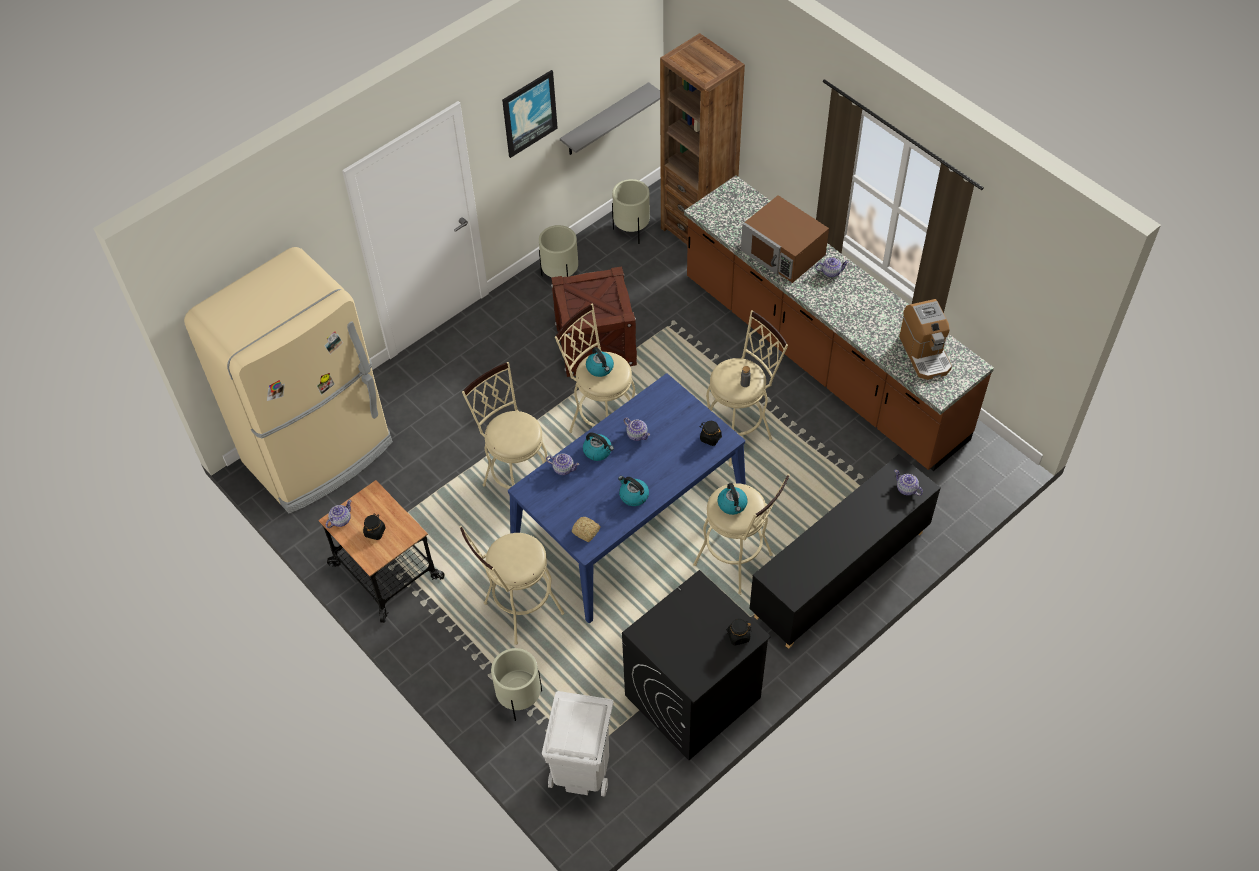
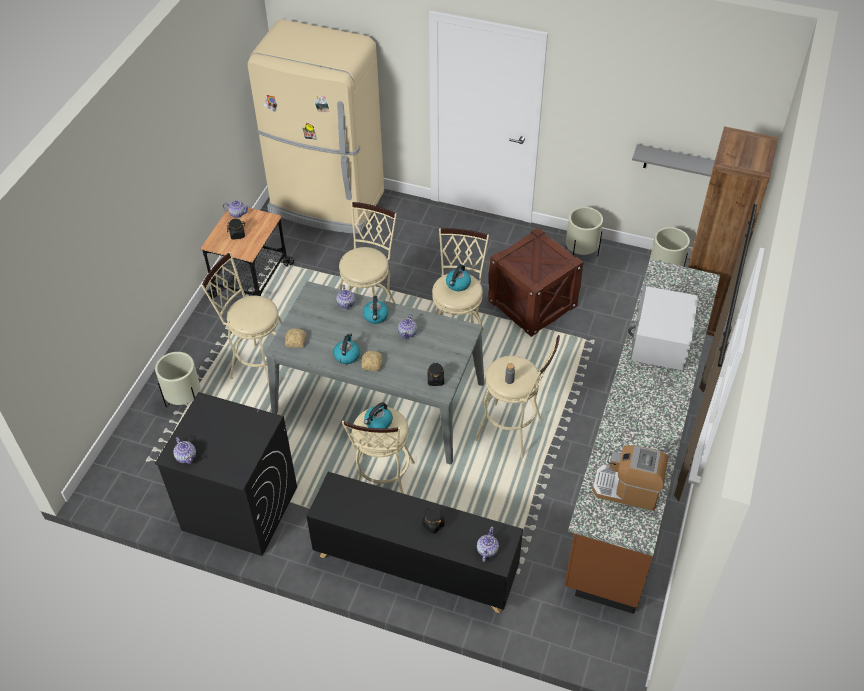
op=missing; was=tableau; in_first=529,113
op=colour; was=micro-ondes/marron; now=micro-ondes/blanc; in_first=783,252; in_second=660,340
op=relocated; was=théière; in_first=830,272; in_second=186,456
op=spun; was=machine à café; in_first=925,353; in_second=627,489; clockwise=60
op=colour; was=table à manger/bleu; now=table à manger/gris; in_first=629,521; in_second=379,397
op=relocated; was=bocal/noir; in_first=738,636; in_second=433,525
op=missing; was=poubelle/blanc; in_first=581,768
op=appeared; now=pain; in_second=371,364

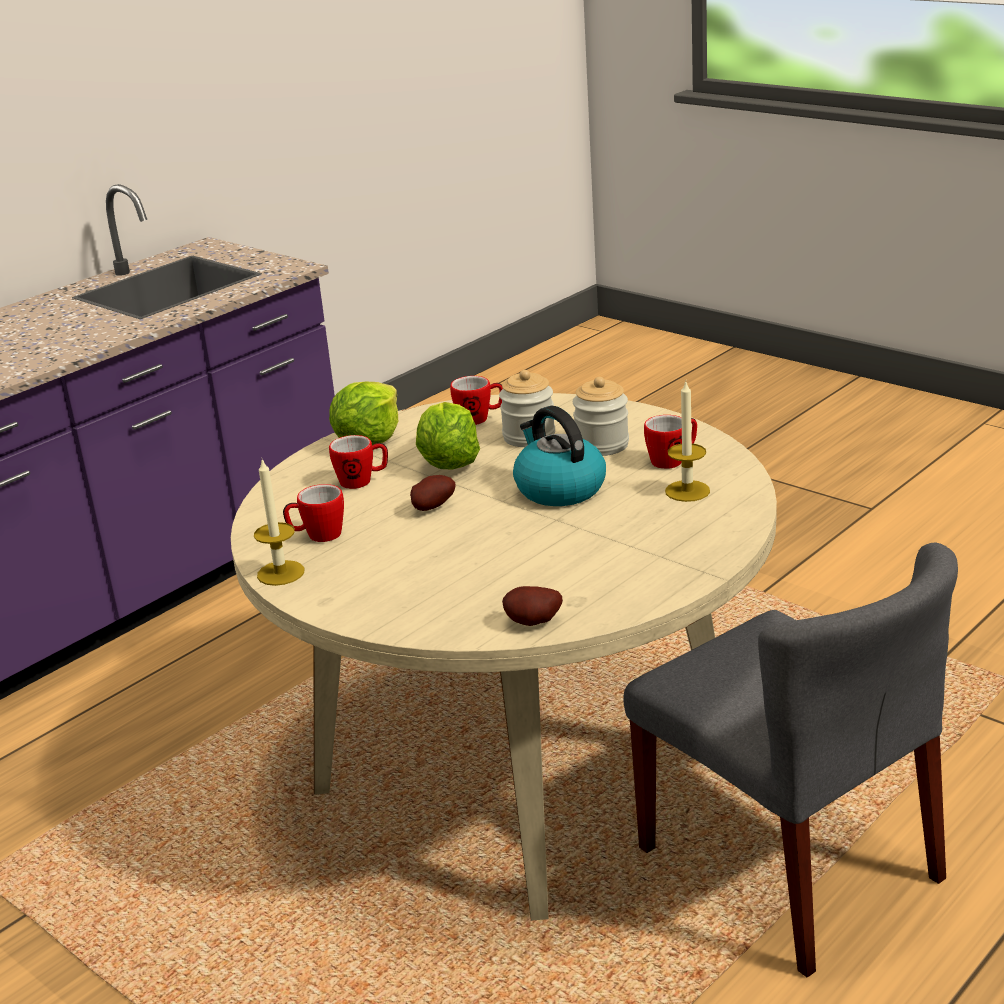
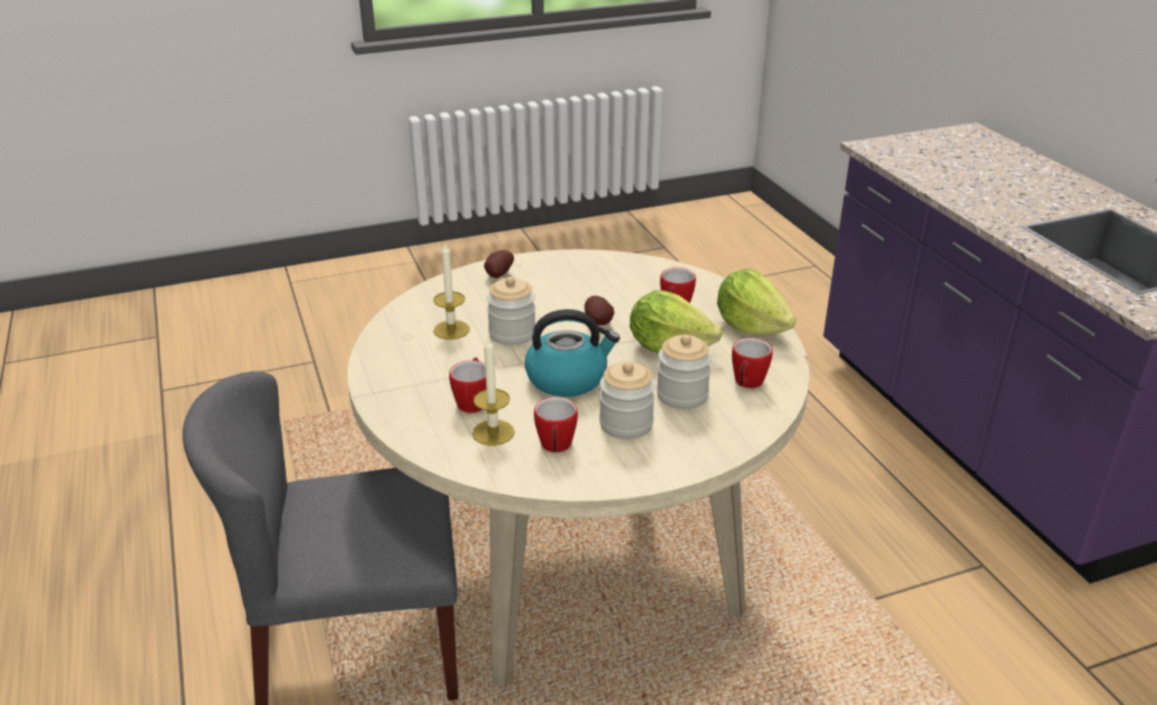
op=relocated; was=bougie; in_first=280,573; in_second=451,330
op=relocated; was=mug; in_first=317,536; in_second=473,400
op=relocated; was=pomme de terre; in_first=533,623; in_second=497,275
op=appeared; now=bocal; in_second=512,334

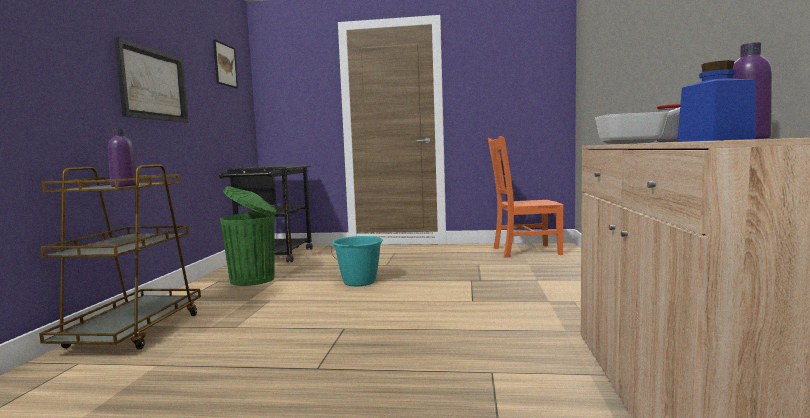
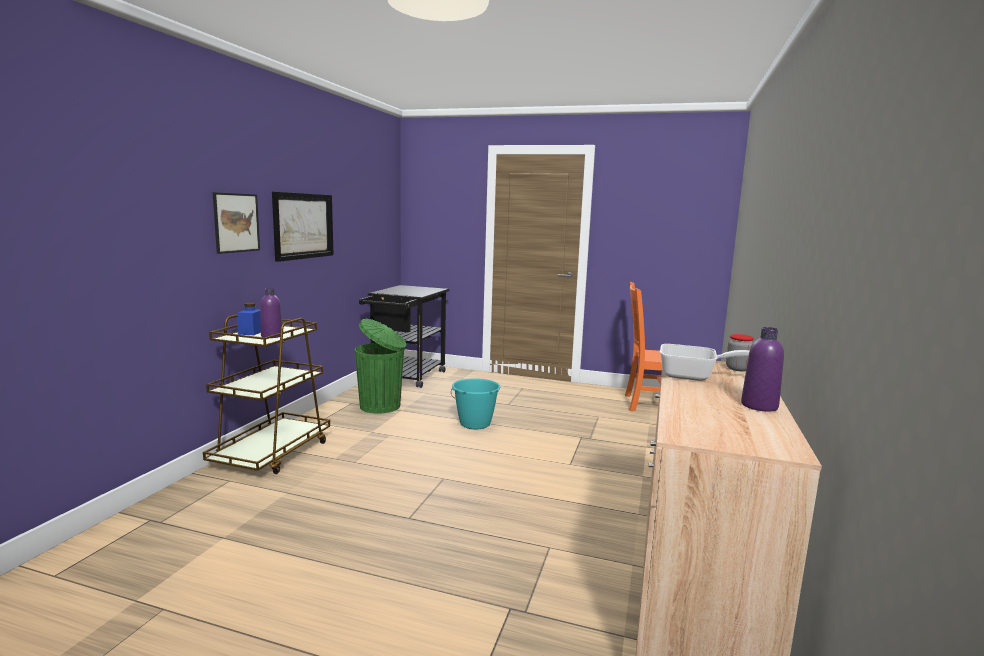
op=relocated; was=tableau; in_first=225,65; in_second=236,222
op=relocated; was=bocal/bleu; in_first=714,140; in_second=251,332

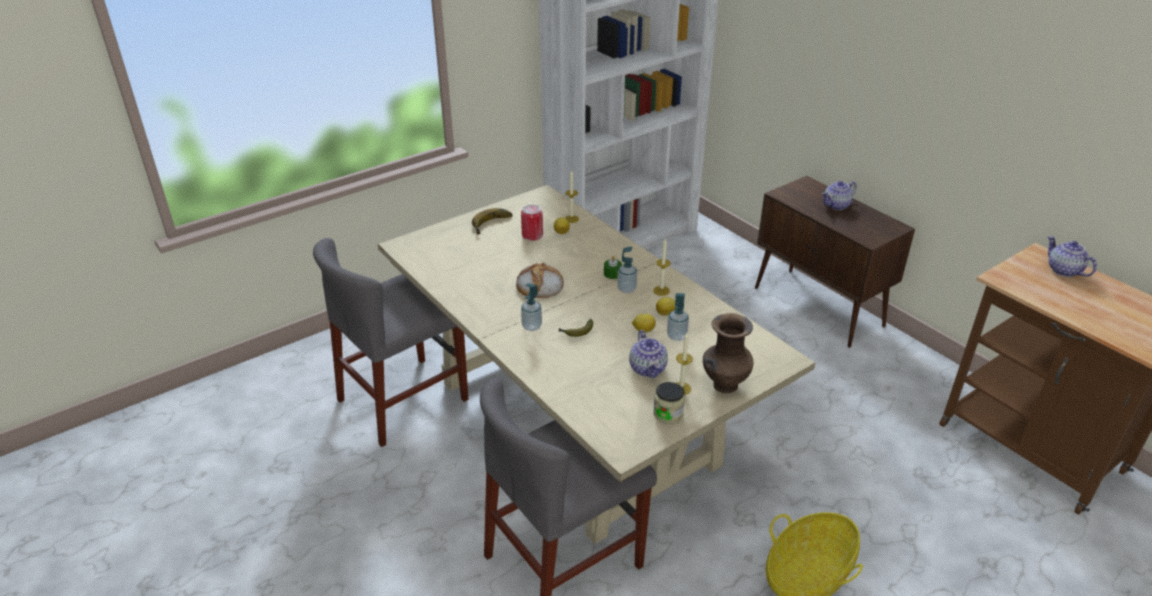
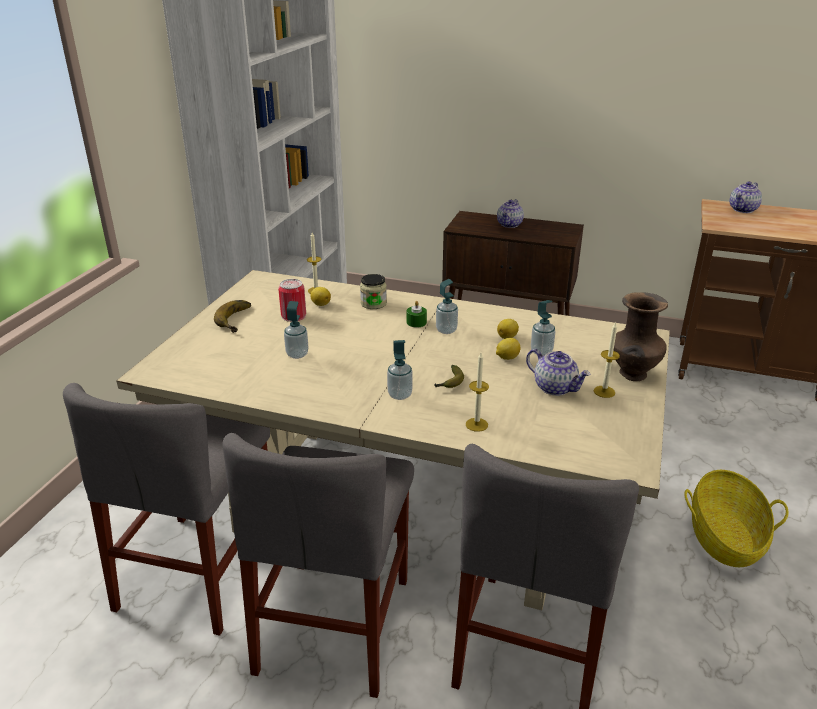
op=spun; was=théière; in_first=1063,270; in_second=743,210; clockwise=-75
op=relocated; was=bougie; in_first=661,291; in_second=476,424
op=missing; was=pain; in_first=539,285
op=relocated; was=bocal; in_first=668,414; in_second=373,303
op=appeared; now=distributeur de savon; in_second=297,354
op=appeared; now=chaise/gris; in_second=334,624

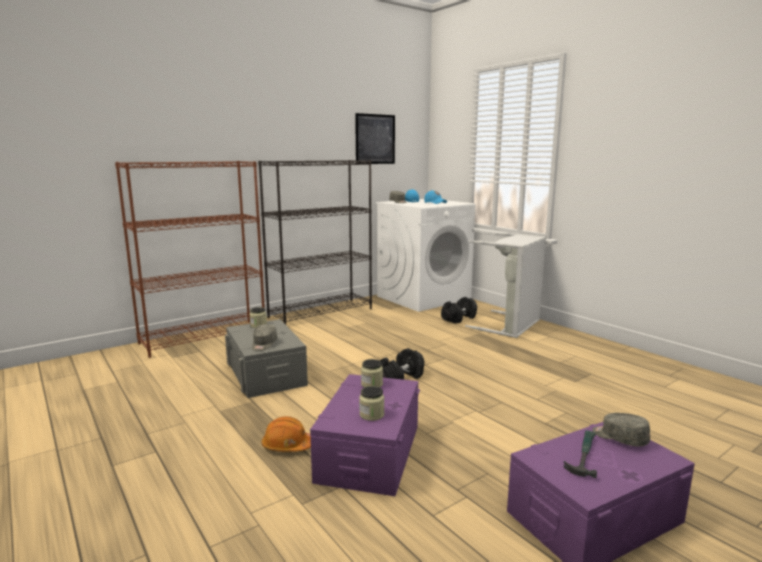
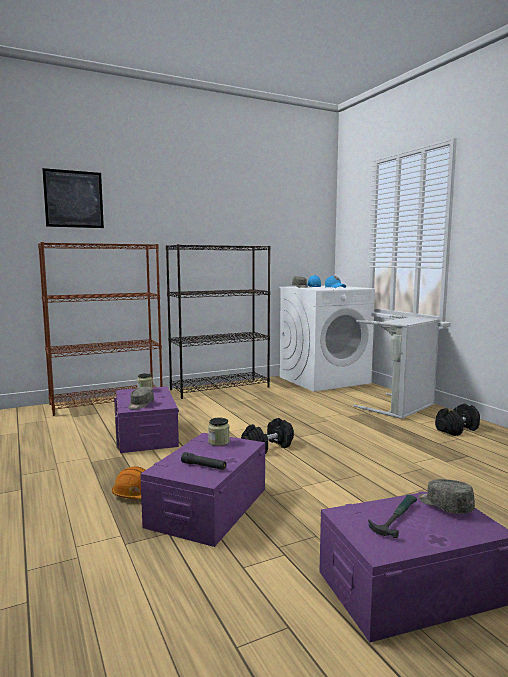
op=relocated; was=tableau; in_first=375,139; in_second=74,199
op=relocated; was=haltère/noir; in_first=459,318; in_second=457,430
op=colour; was=boîte de rangement/gris; now=boîte de rangement/violet; in_first=266,374; in_second=146,434
op=exchanged; was=bocal; now=lampe de poche/noir; in_first=372,414; in_second=204,466

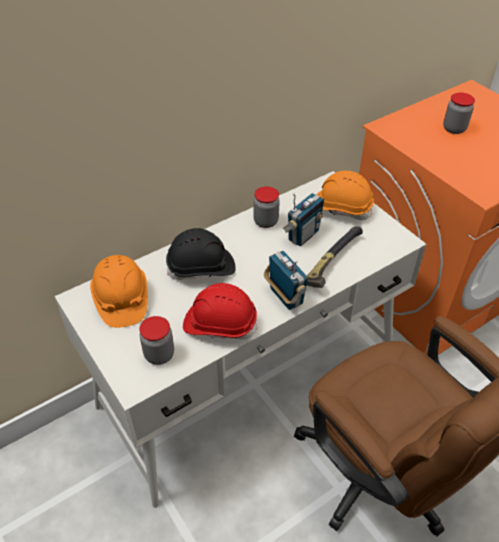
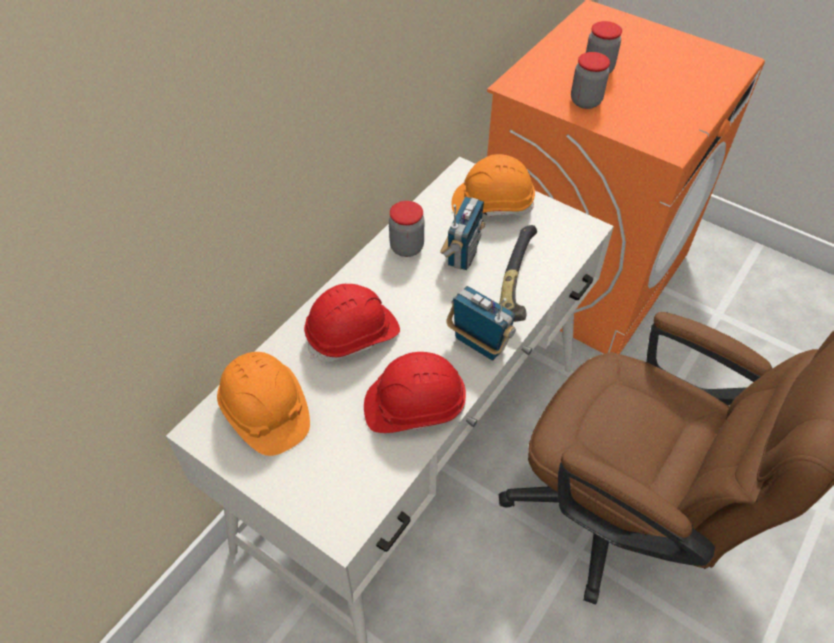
op=colour; was=casque de chantier/noir; now=casque de chantier/rouge; in_first=201,268; in_second=353,335
op=relocated; was=bocal; in_first=159,354; in_second=585,101

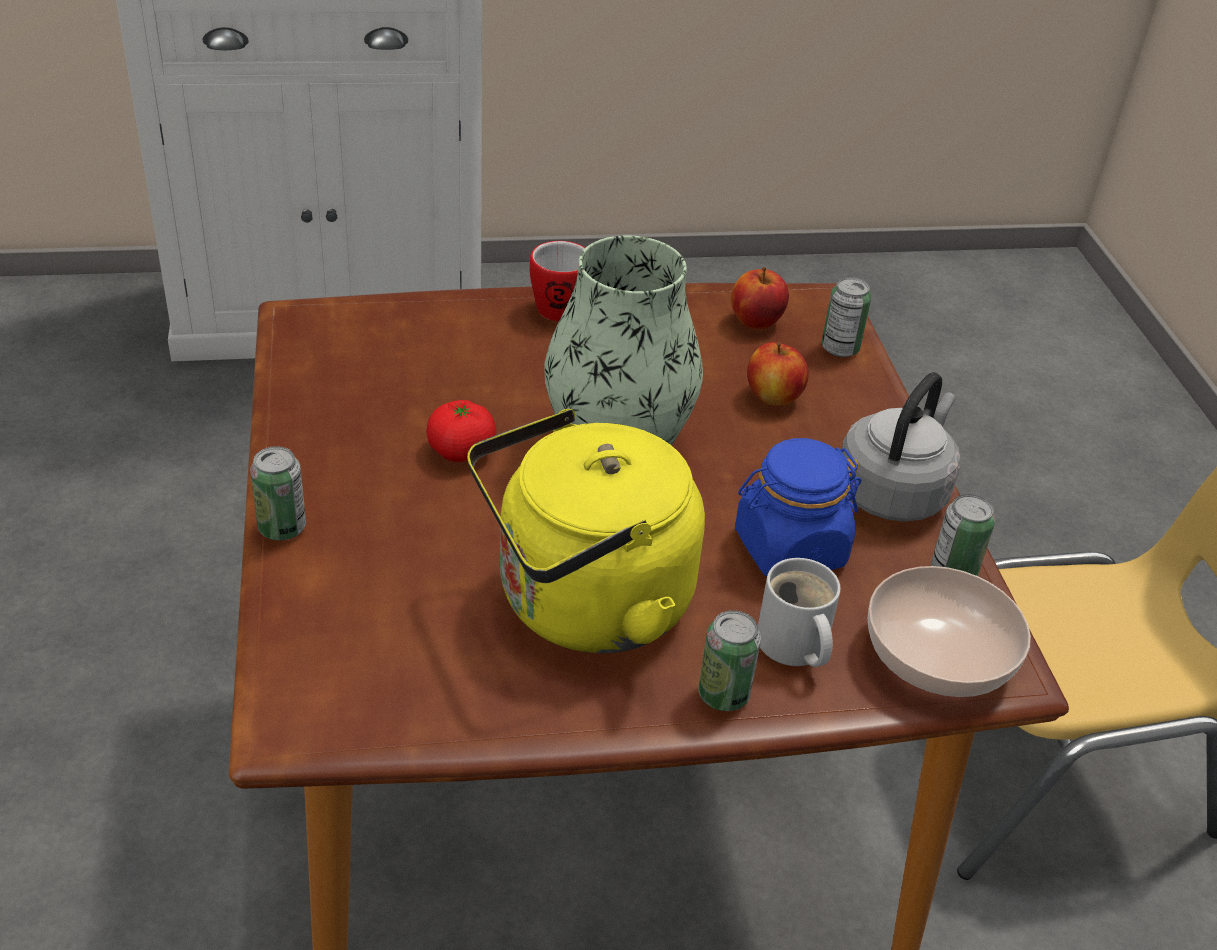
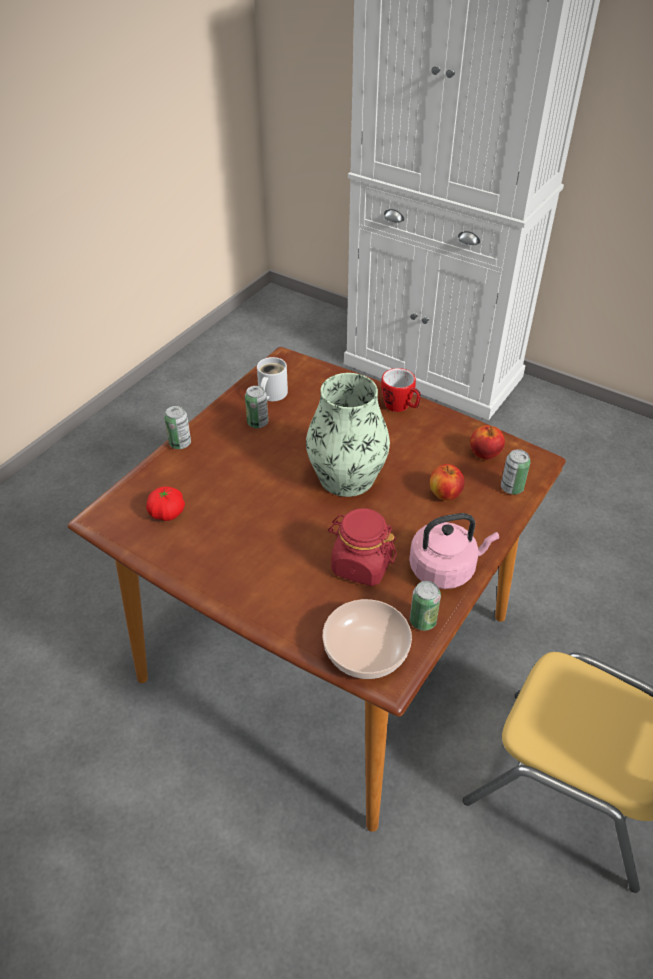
op=colour; was=bouilloire/gris; now=bouilloire/rose; in_first=894,492; in_second=445,569
op=relocated; was=tomate; in_first=461,450; in_second=167,513
op=missing; was=bouilloire/jaune; in_first=583,605
op=colour; was=bocal/bleu; now=bocal/rouge; in_first=789,549; in_second=361,565
op=relocated; was=mug/blanc; in_first=792,646; in_second=270,394
op=relocated; was=boîte métallique; in_first=723,695; in_second=257,423

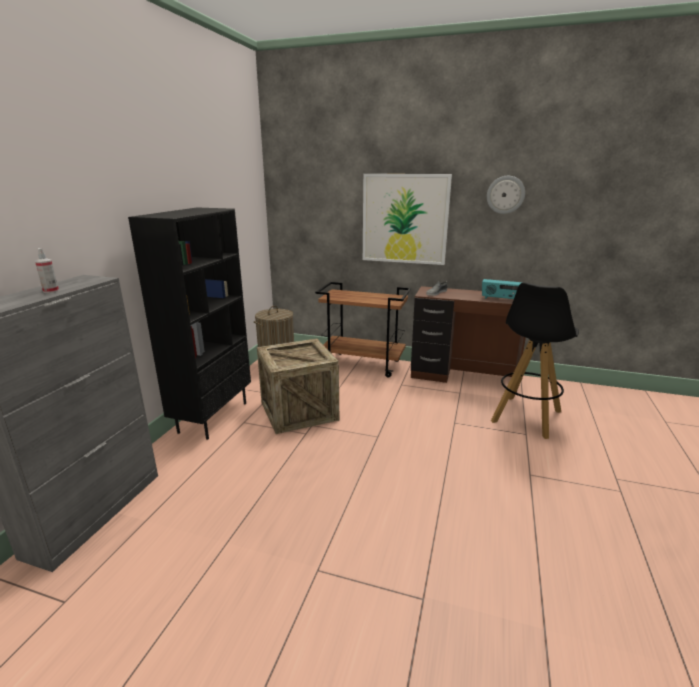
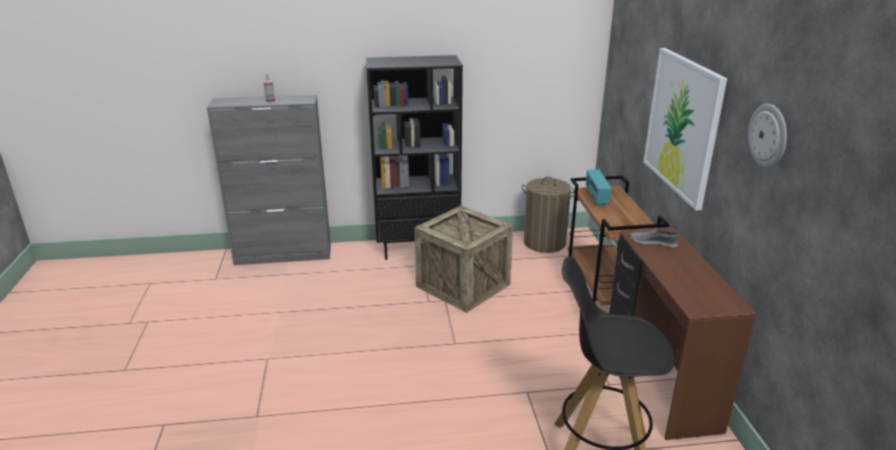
op=relocated; was=radio; in_first=501,299; in_second=596,197

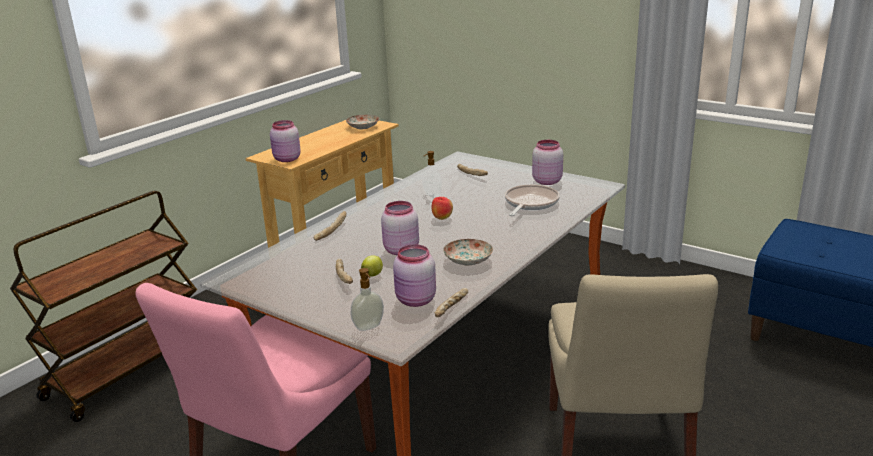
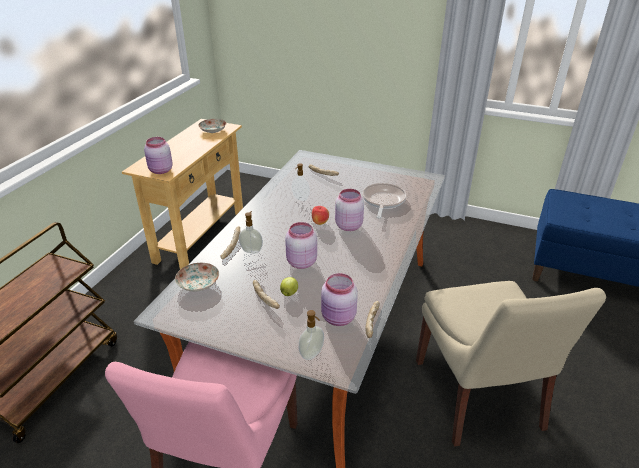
op=relocated; was=bocal/rose; in_first=546,181; in_second=348,226
op=relocated; was=assiette; in_first=468,260; in_second=199,283
op=appeared; now=distributeur de savon; in_second=251,250

